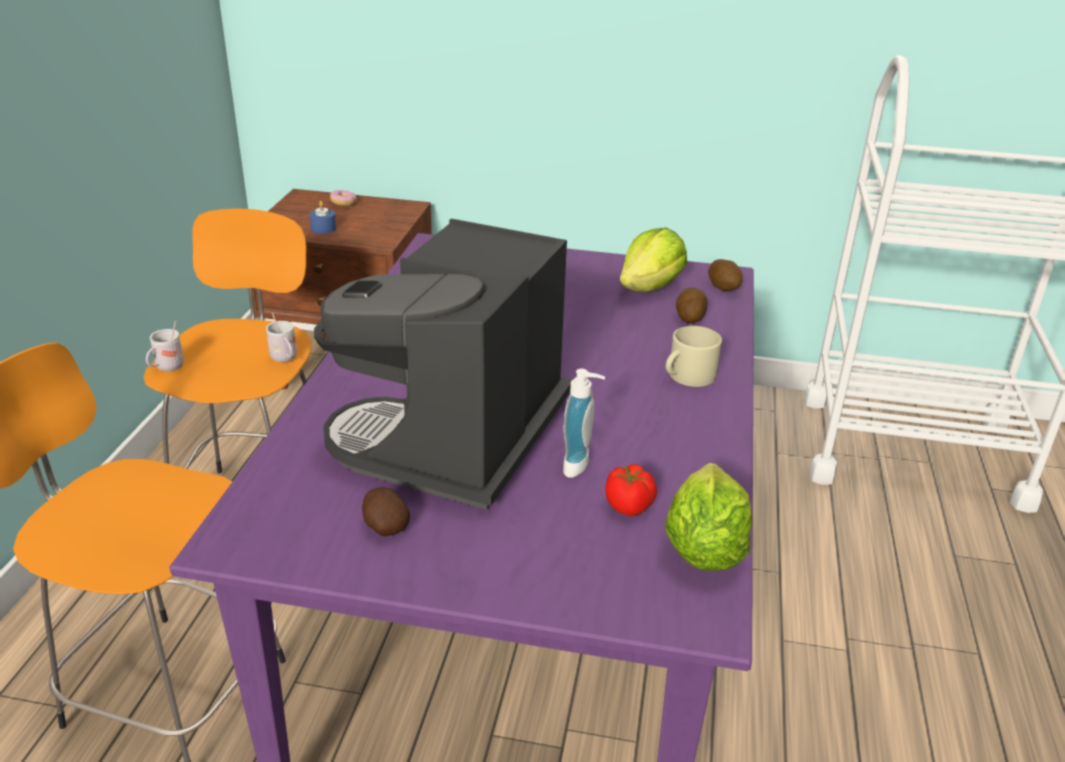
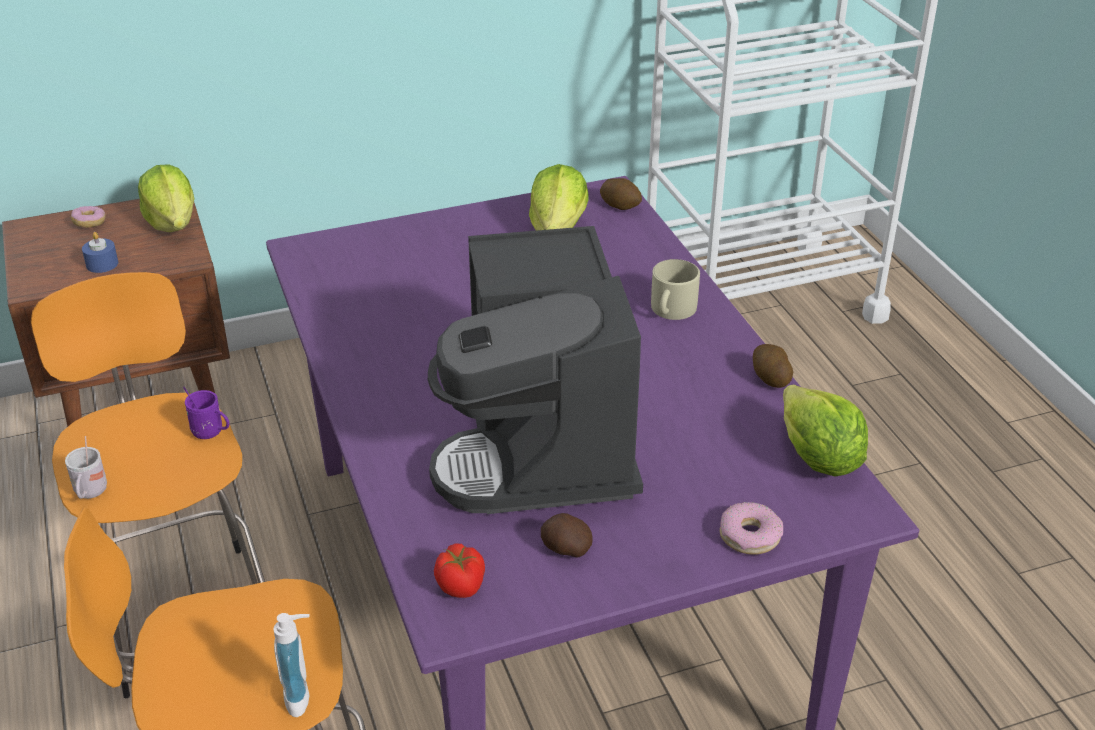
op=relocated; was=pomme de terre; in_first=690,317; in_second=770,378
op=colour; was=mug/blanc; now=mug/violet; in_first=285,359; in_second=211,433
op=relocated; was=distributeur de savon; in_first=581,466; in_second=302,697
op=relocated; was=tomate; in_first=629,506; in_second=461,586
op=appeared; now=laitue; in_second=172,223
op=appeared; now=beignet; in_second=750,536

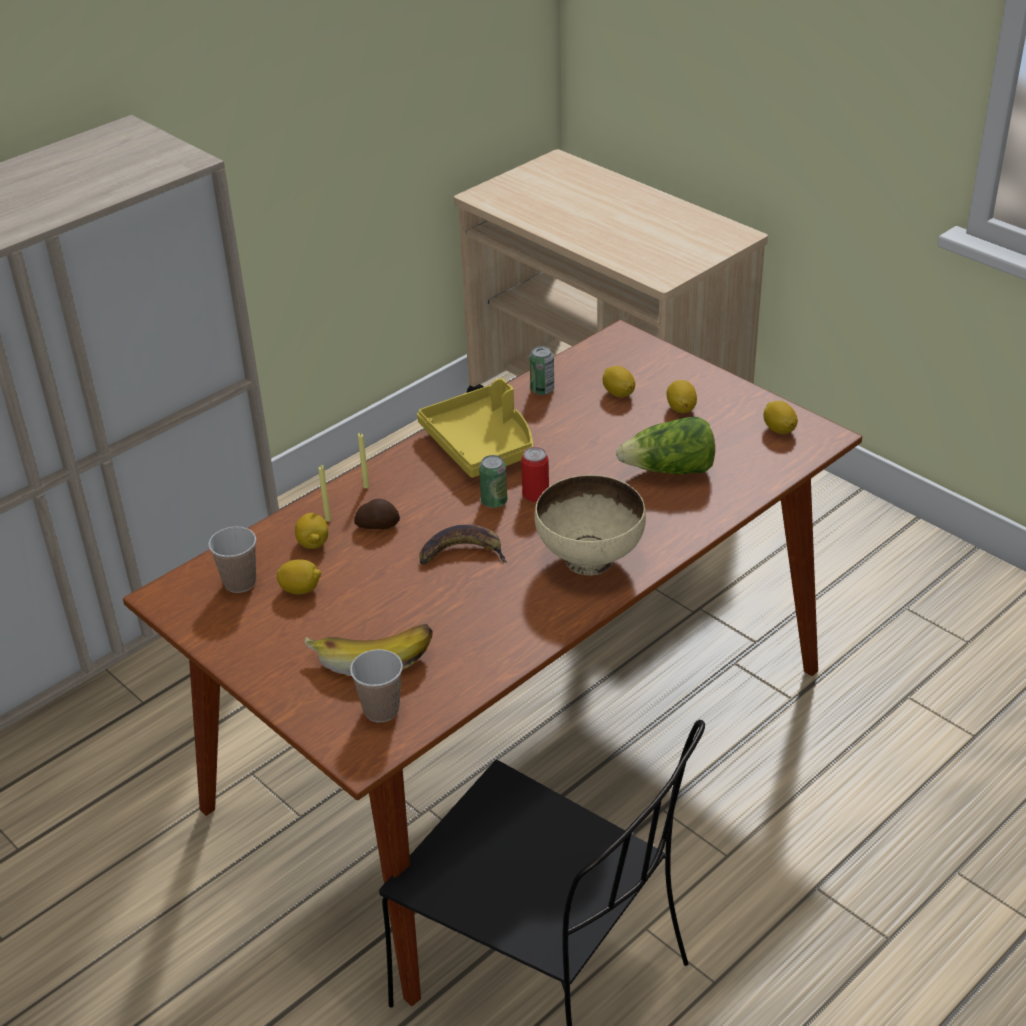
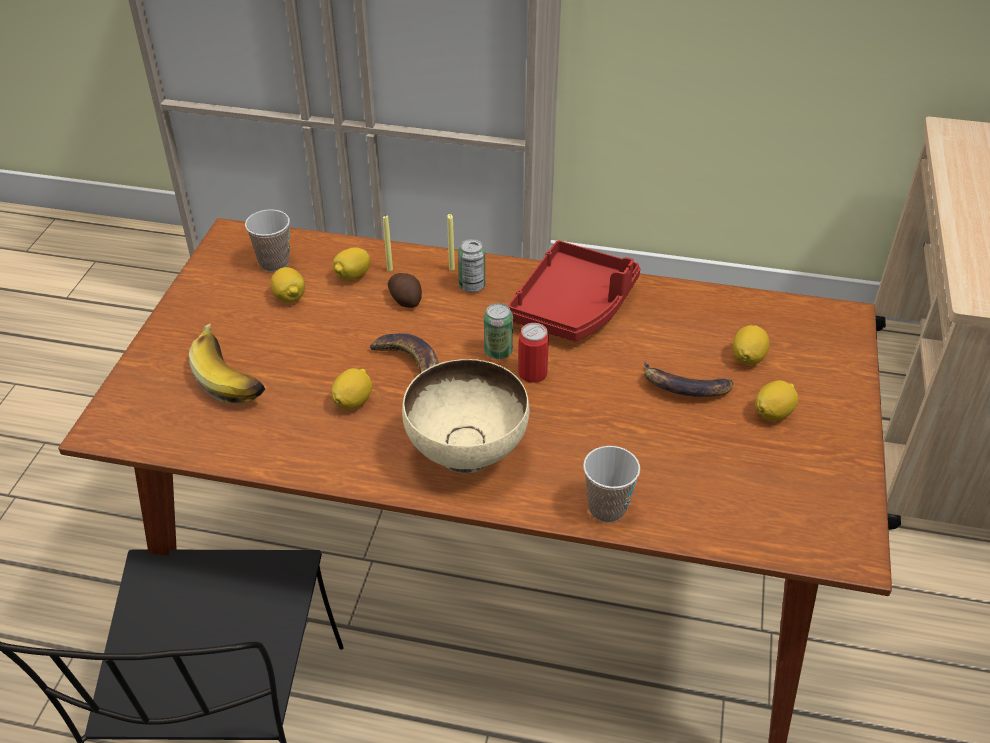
op=relocated; was=boîte métallique; in_first=542,390; in_second=472,286
op=colour; was=plateau/jaune; now=plateau/rouge; in_first=481,445; in_second=574,306
op=relocated; was=citron; in_first=779,429; in_second=353,401
op=missing; was=laitue; in_first=670,471
op=relocated; was=tasse; in_first=381,710; in_second=607,508
op=appeared; now=banane; in_second=684,387

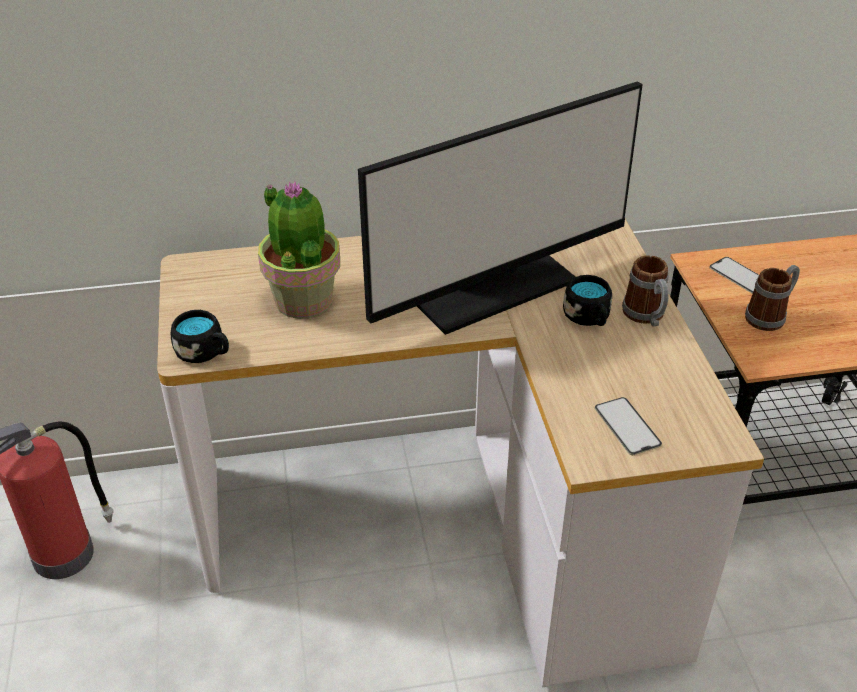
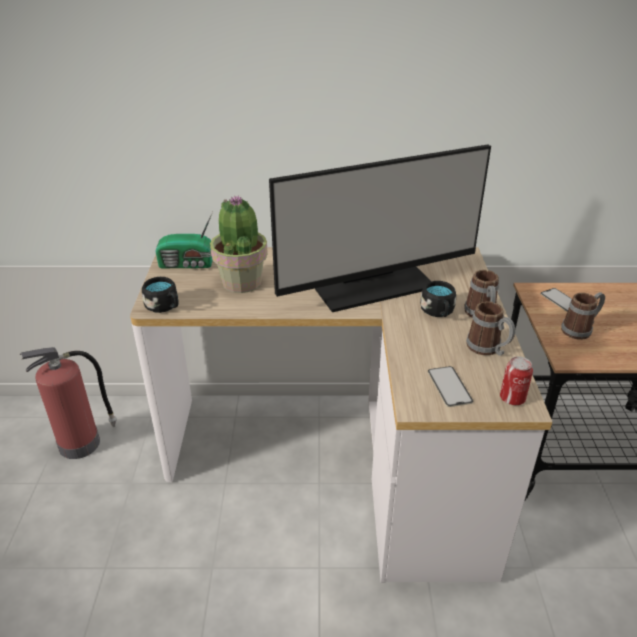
op=appeared; now=radio; in_second=188,264
op=appeared; now=mug; in_second=488,349
op=appeared; now=boîte métallique; in_second=512,398

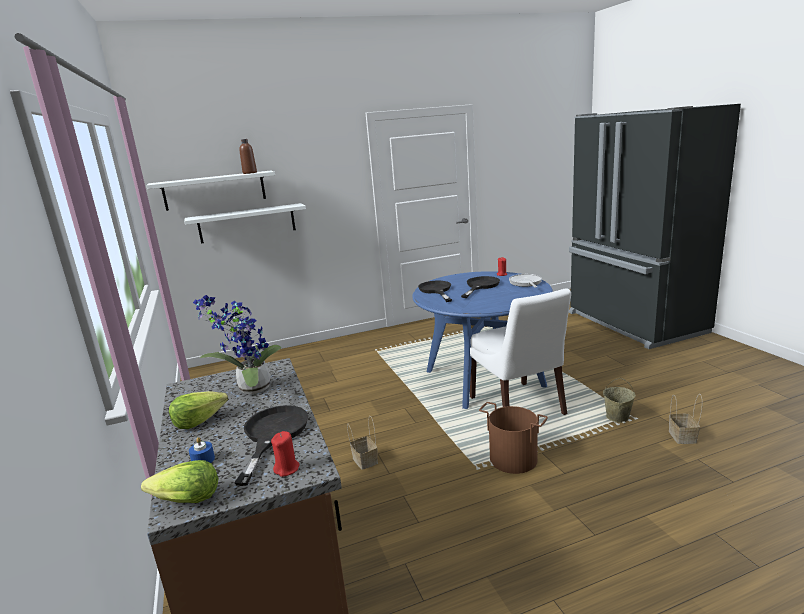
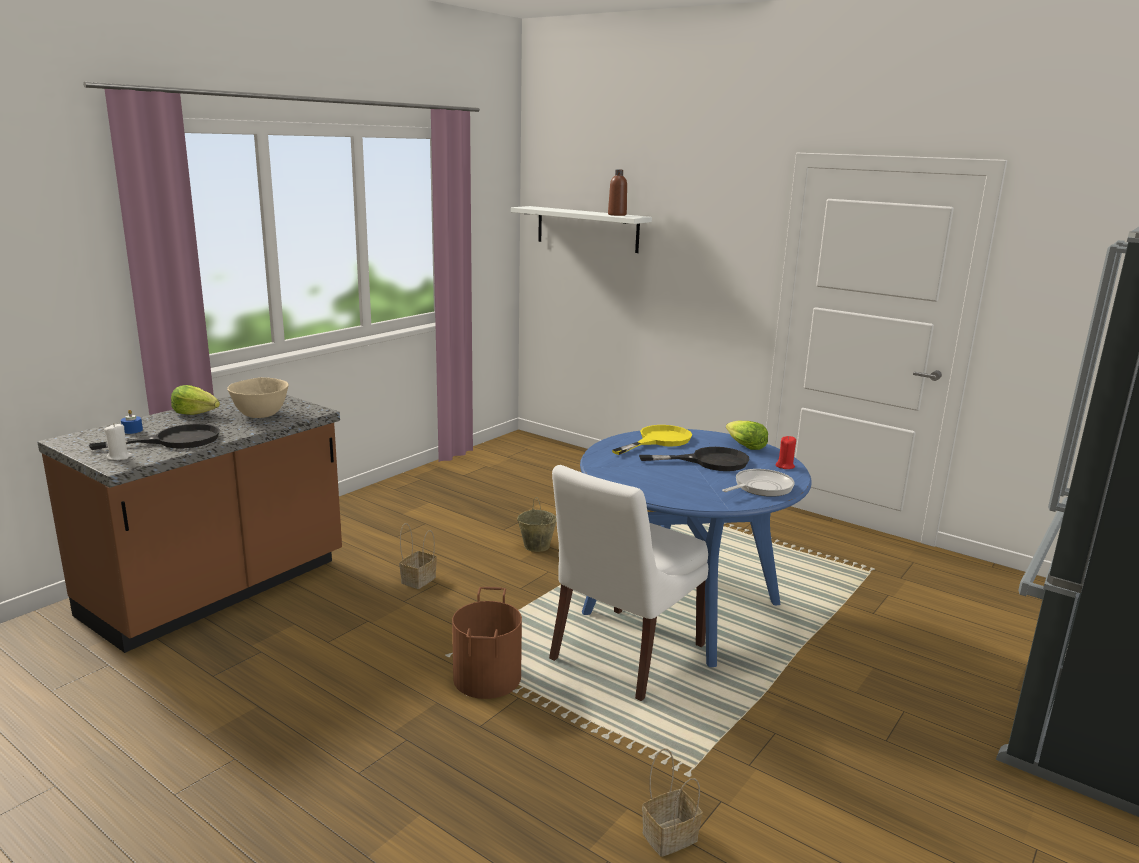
op=missing; was=étagère/blanc; in_first=247,223
op=colour; was=poêle/noir; now=poêle/jaune; in_first=436,290; in_second=658,440
op=exchanged; was=plante en pot; now=bol/beige; in_first=250,389; in_second=261,414
op=relocated; was=seau/beige; in_first=617,417; in_second=536,546
op=colour; was=bougie/rouge; now=bougie/blanc; in_first=287,469; in_second=119,457
op=relocated; was=laitue; in_first=186,500; in_second=744,446

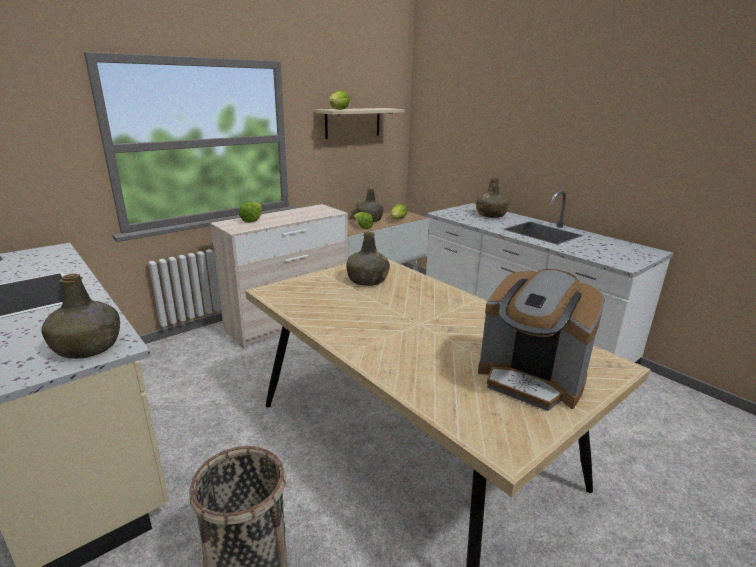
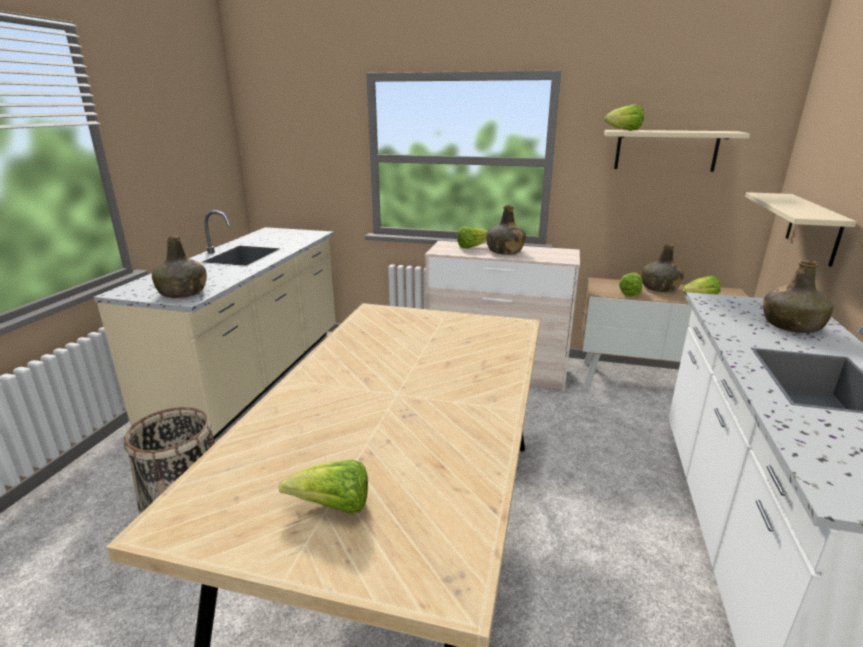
op=relocated; was=bouteille/vert; in_first=367,280; in_second=505,251
op=exchanged; was=machine à café; now=laitue; in_first=531,380; in_second=333,507
op=appeared; now=étagère/beige; in_second=813,228

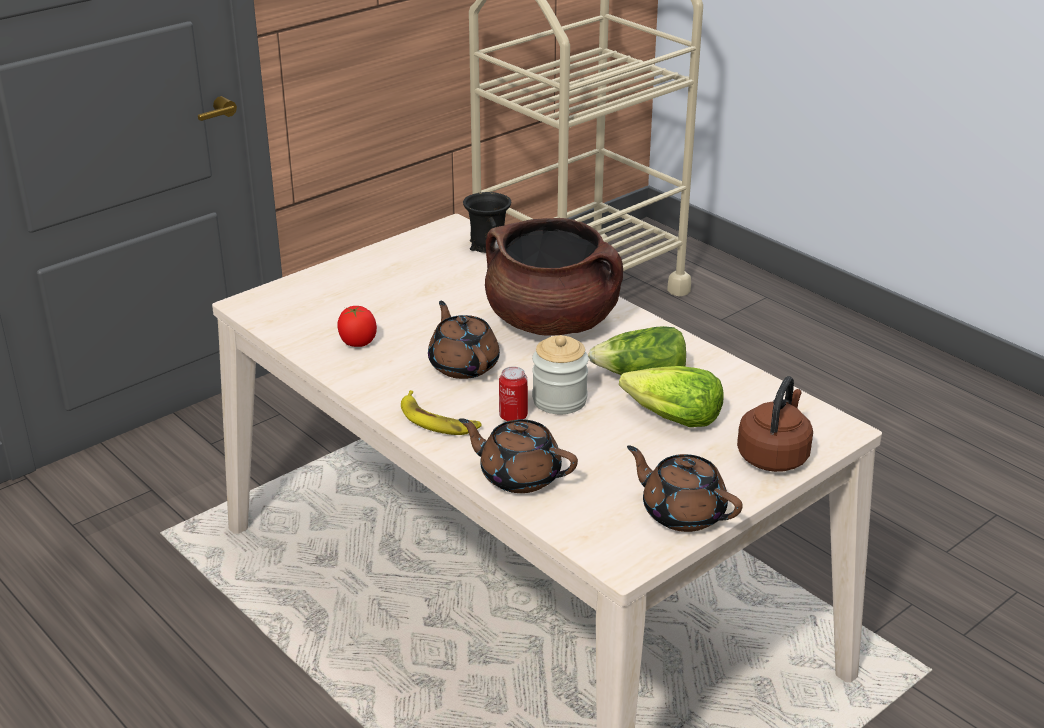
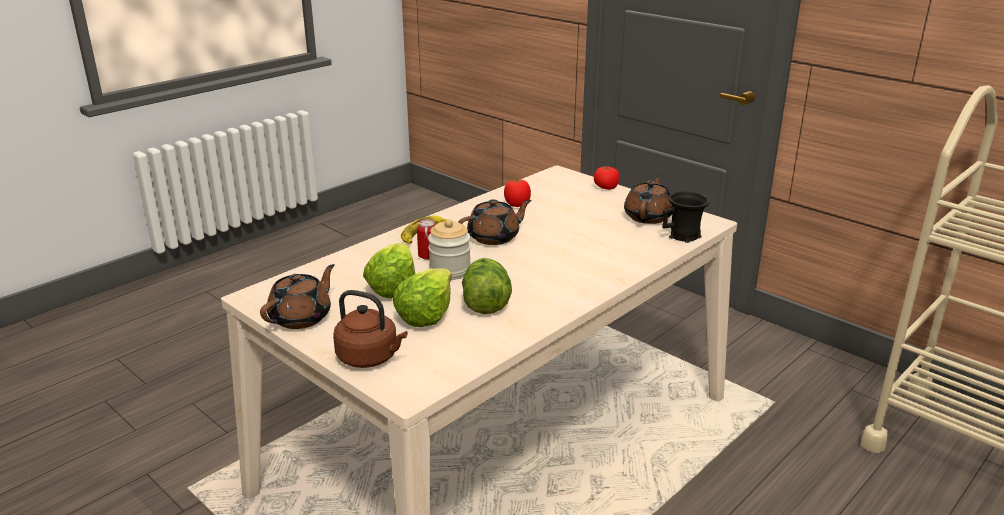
op=missing; was=marmite/marron; in_first=552,322
op=relocated; was=théière/marron; in_first=519,476; in_second=648,216
op=appeared; now=tomate; in_second=606,187
op=appeared; now=laitue; in_second=393,287

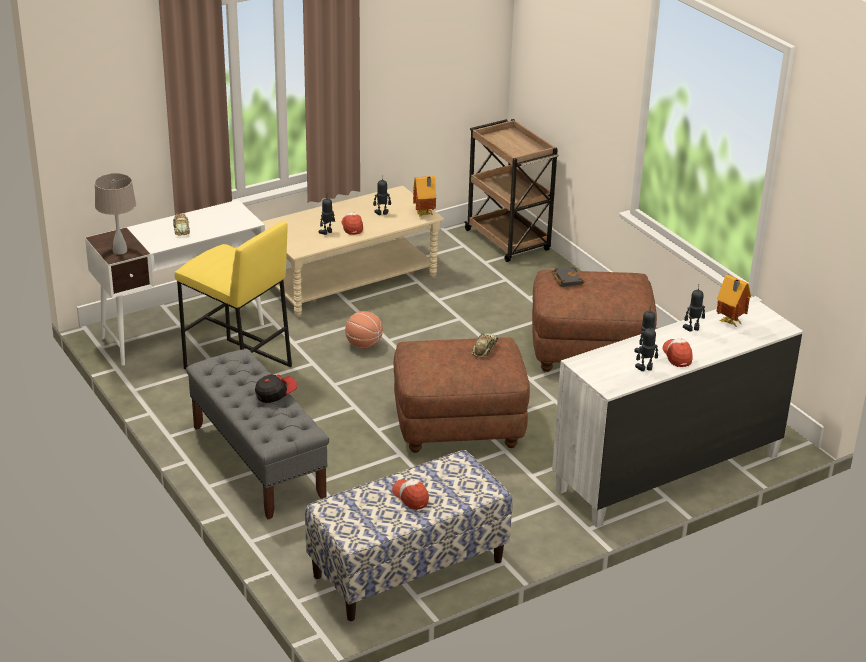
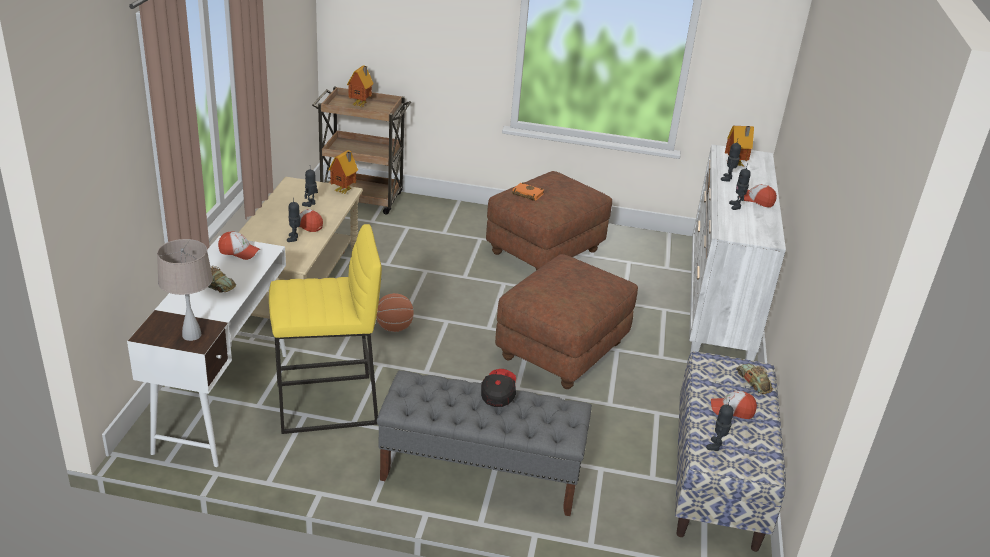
op=colour; was=livre/noir; now=livre/orange; in_first=566,279; in_second=526,194
op=relocated; was=robot jouet; in_first=645,369; in_second=716,446
op=relocated; was=petite voiture; in_first=484,348; in_second=753,382
op=appeared; now=maison miniature; in_second=361,105
op=appeared; now=casquette; in_second=239,252

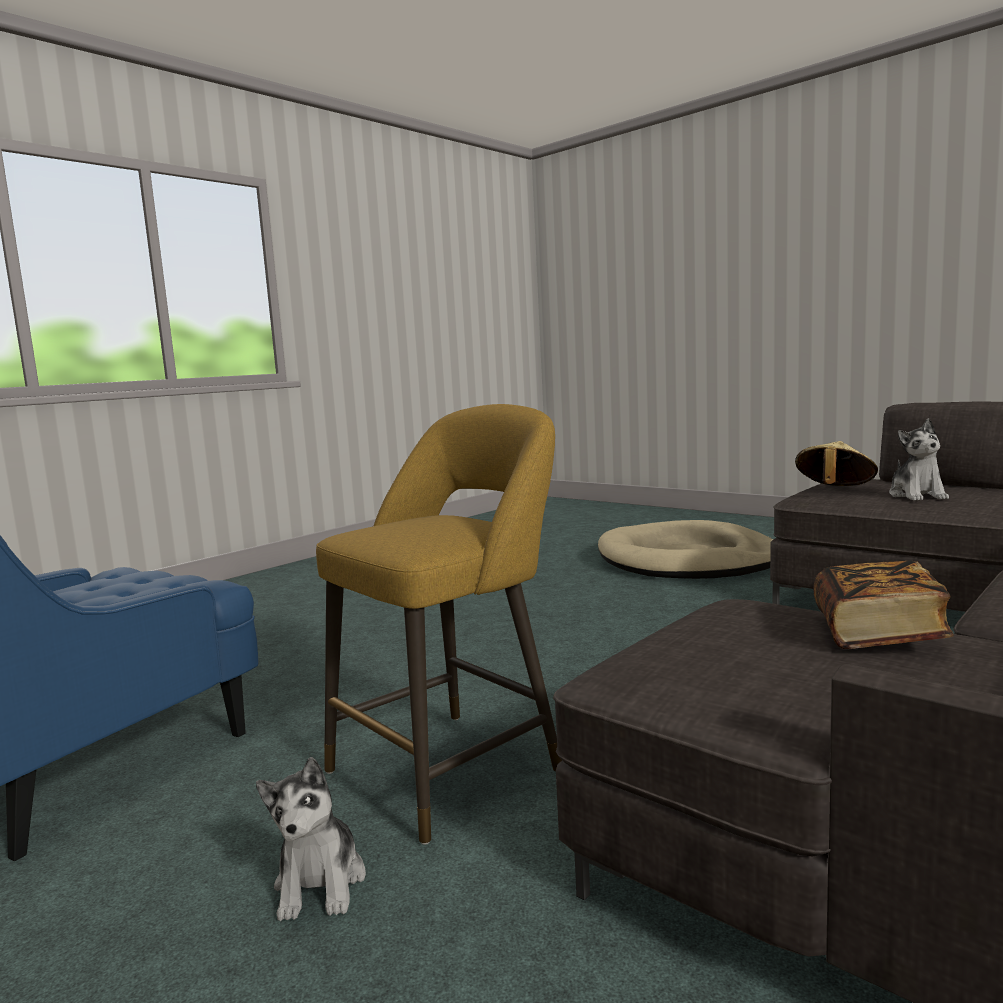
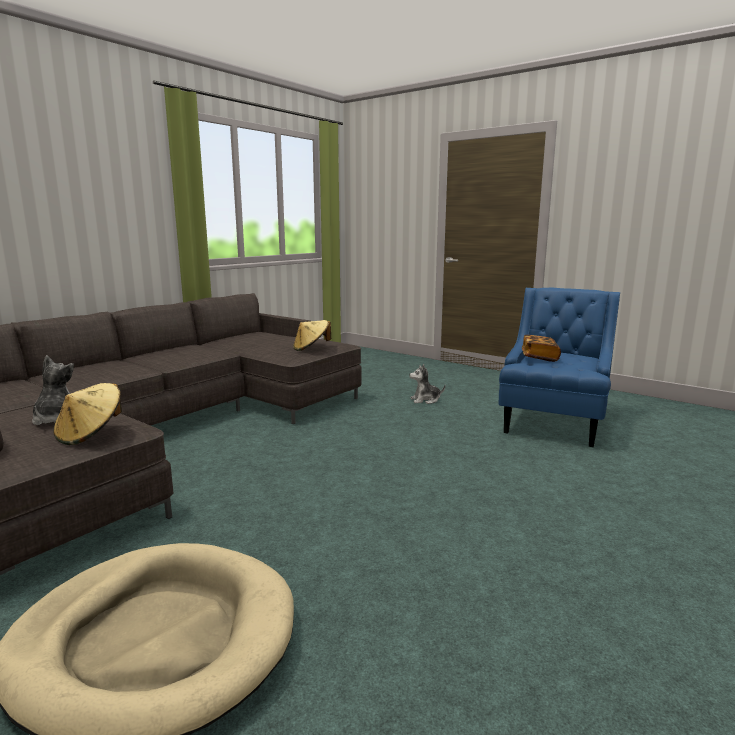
op=missing; was=tabouret/jaune; in_first=454,766
op=relocated; was=livre; in_first=877,634; in_second=539,357
op=spun; was=peluche; in_first=320,883; in_second=425,400; clockwise=-90
op=appeared; now=chapeau/beige; in_second=311,348

